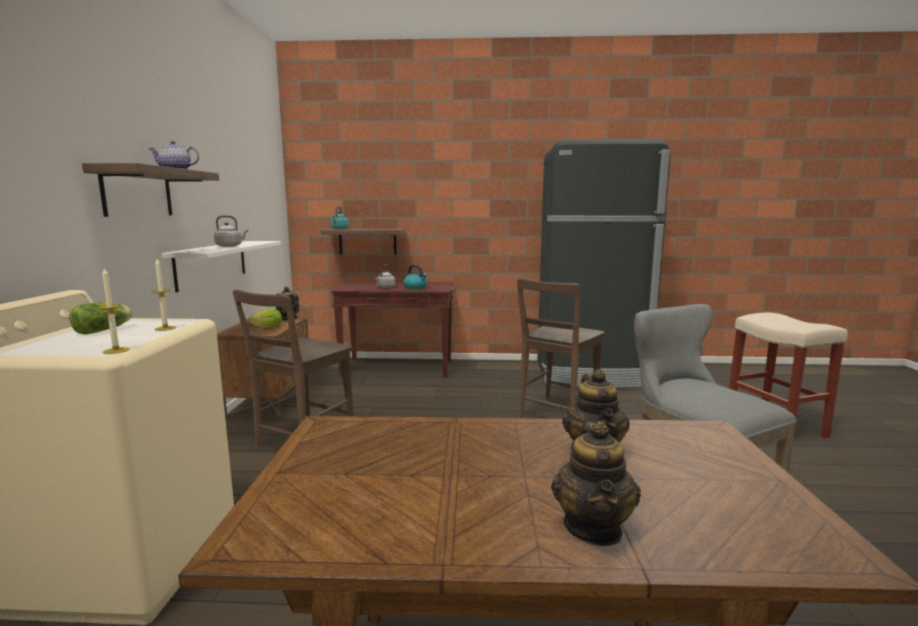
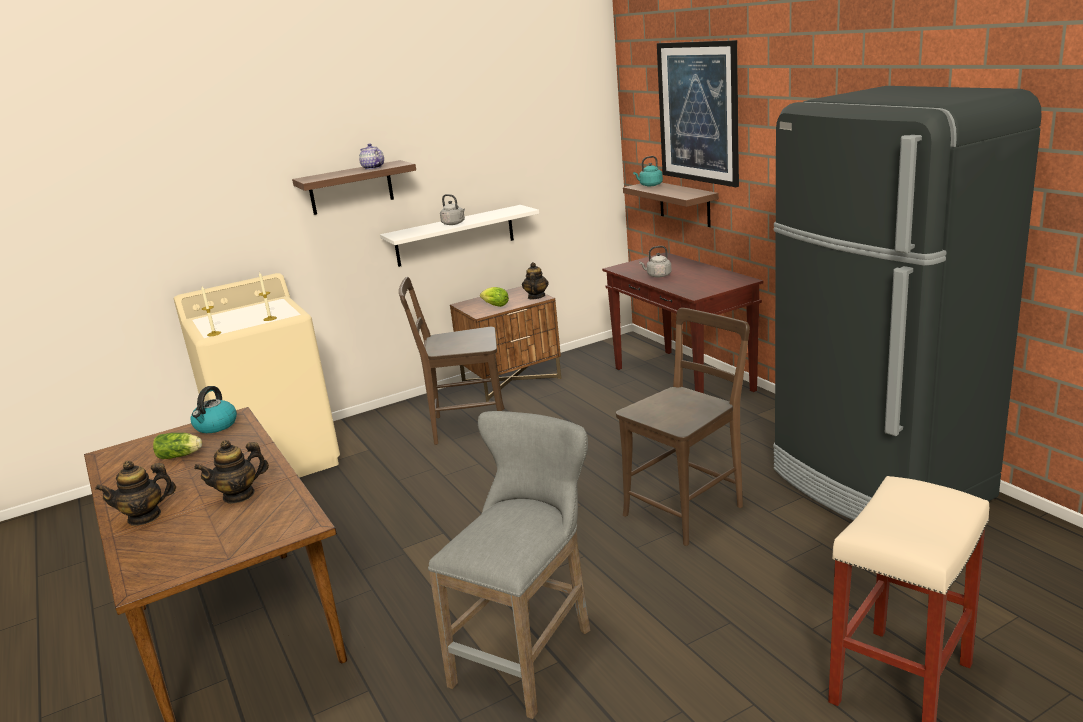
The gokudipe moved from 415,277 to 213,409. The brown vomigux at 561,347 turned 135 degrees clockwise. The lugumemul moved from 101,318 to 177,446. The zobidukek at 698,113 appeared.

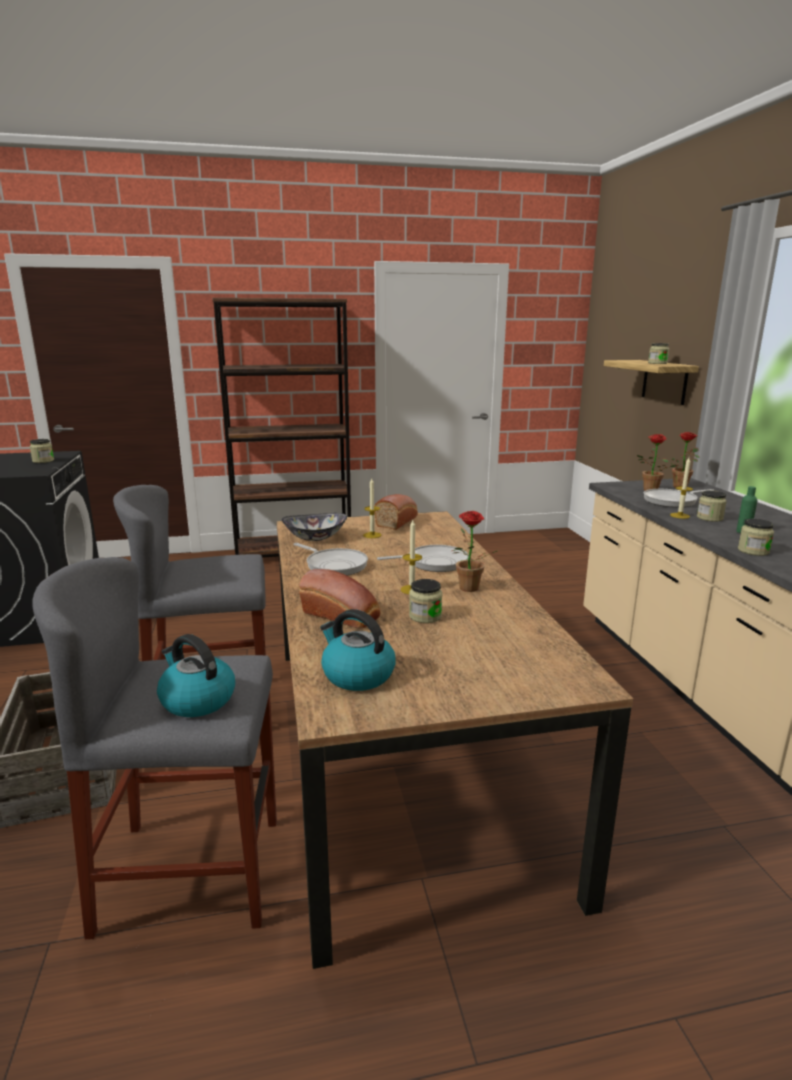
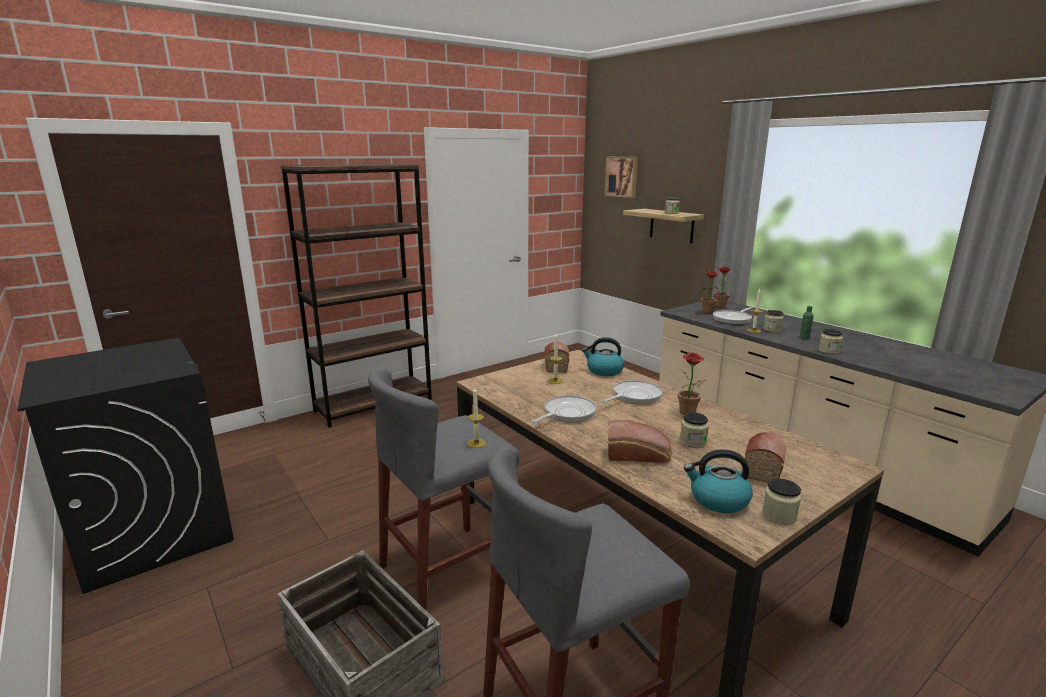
The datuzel moved from 41,451 to 781,501. The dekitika at 314,527 disappeared. The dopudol moved from 411,557 to 476,417. The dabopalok at 330,559 turned 60 degrees counterclockwise. The gokudipe moved from 196,675 to 603,356. The zobidukek at 621,177 appeared. The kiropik at 765,457 appeared.

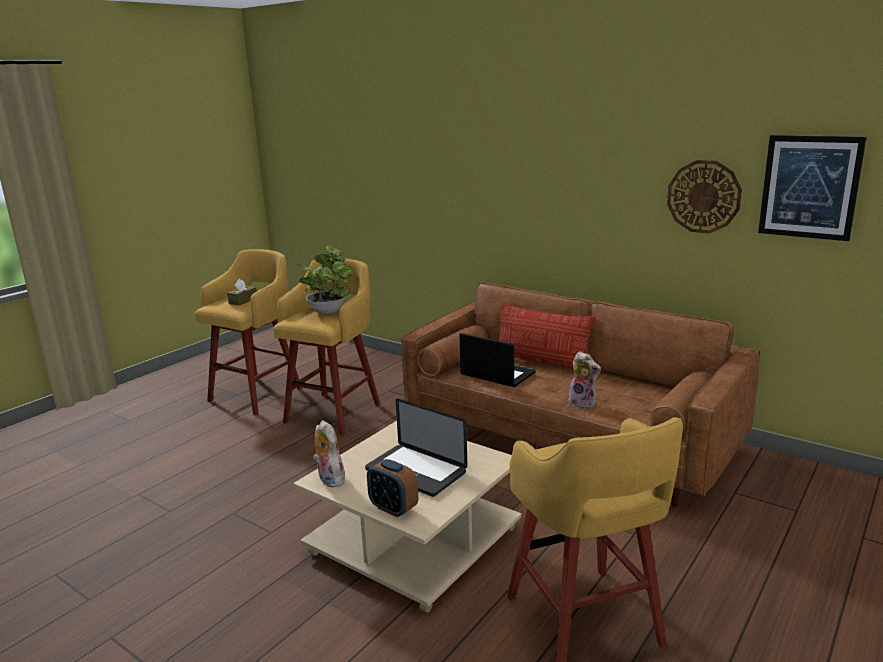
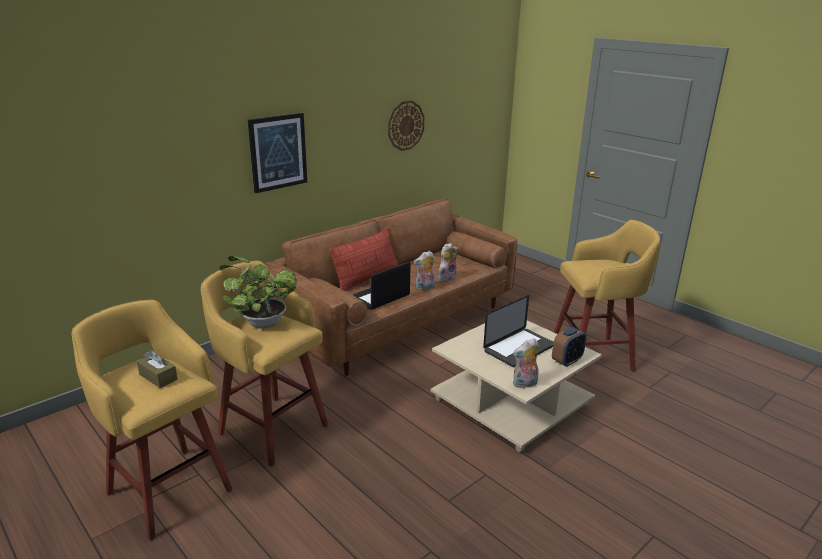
The zobidukek moved from 812,188 to 277,153. The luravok at 424,271 appeared.

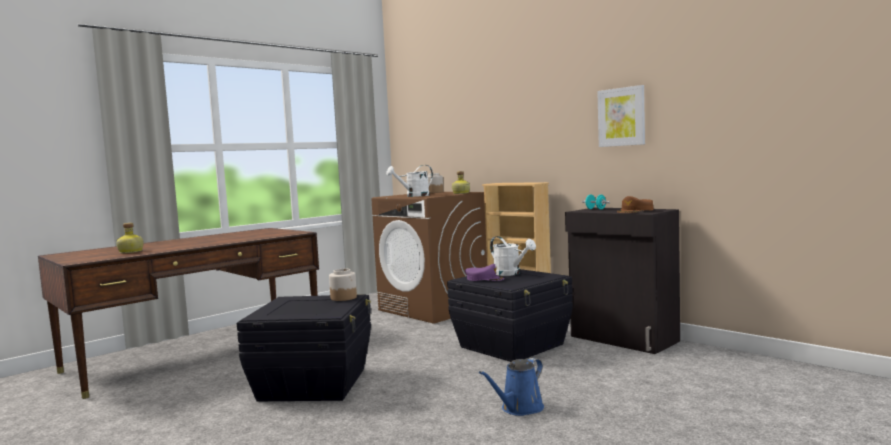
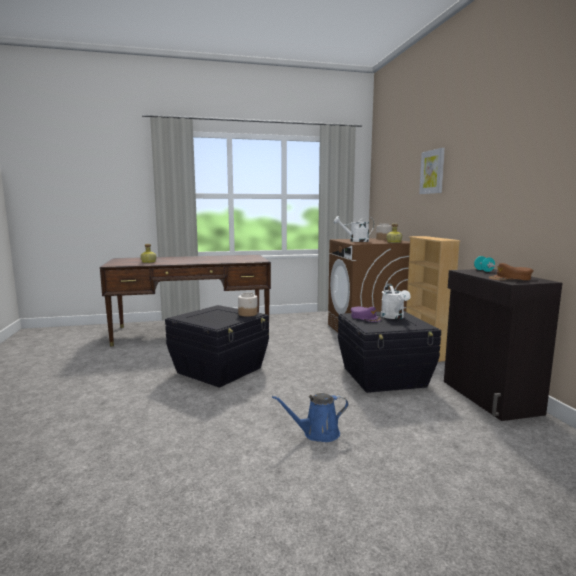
The zobidukek moved from 621,116 to 432,171.

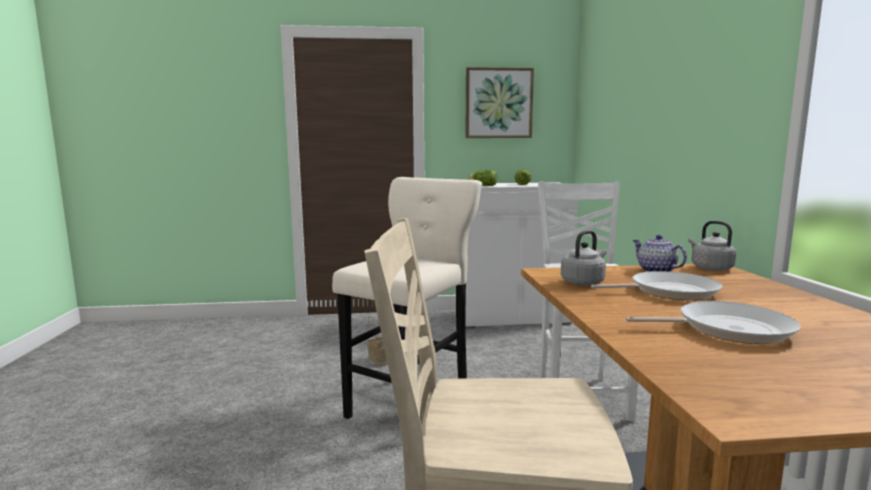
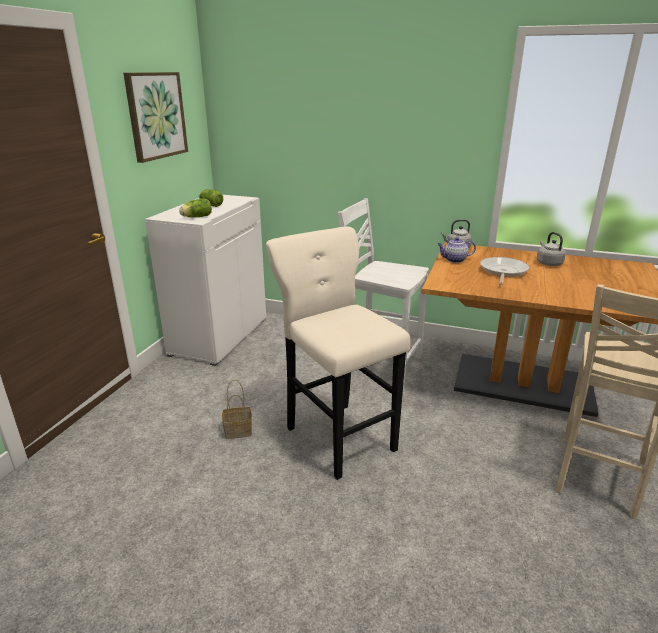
The grey gokudipe moved from 584,258 to 551,249. The dabopalok at 713,322 disappeared.

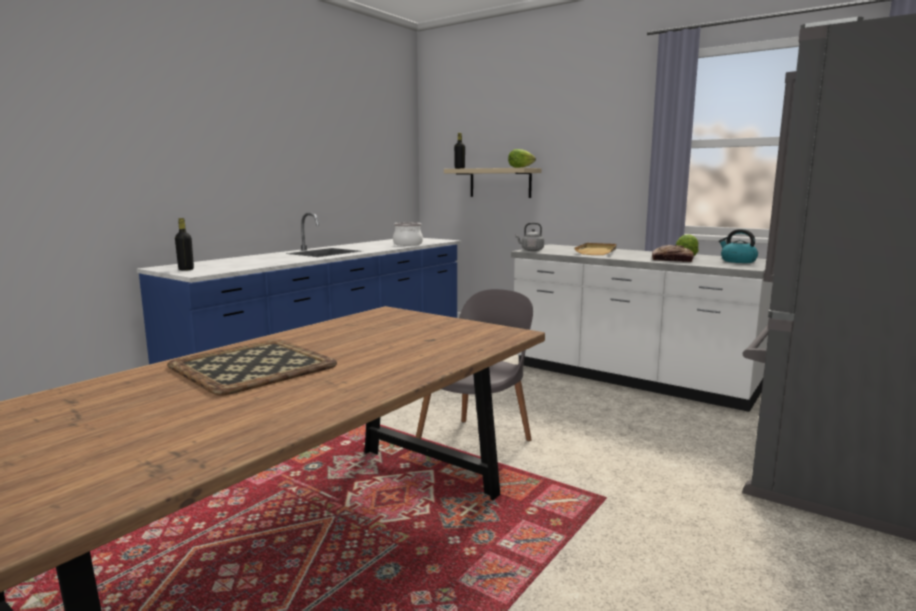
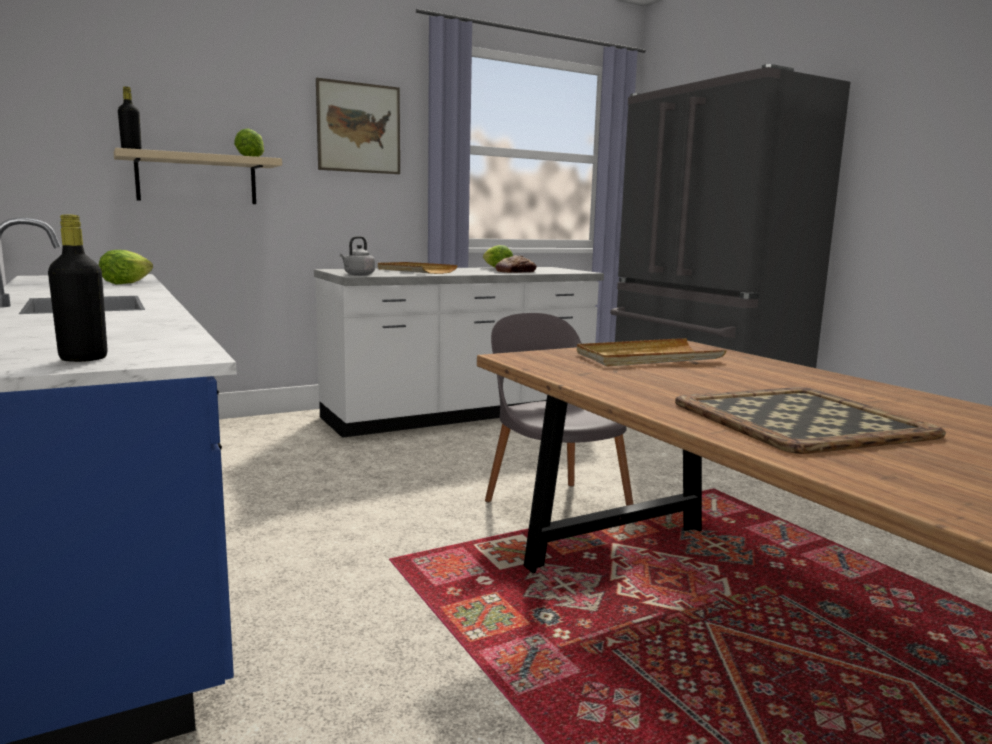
The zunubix at 408,234 was replaced by the lugumemul at 126,267. The gokudipe at 738,246 disappeared. The zobidukek at 358,126 appeared. The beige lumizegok at 652,352 appeared.

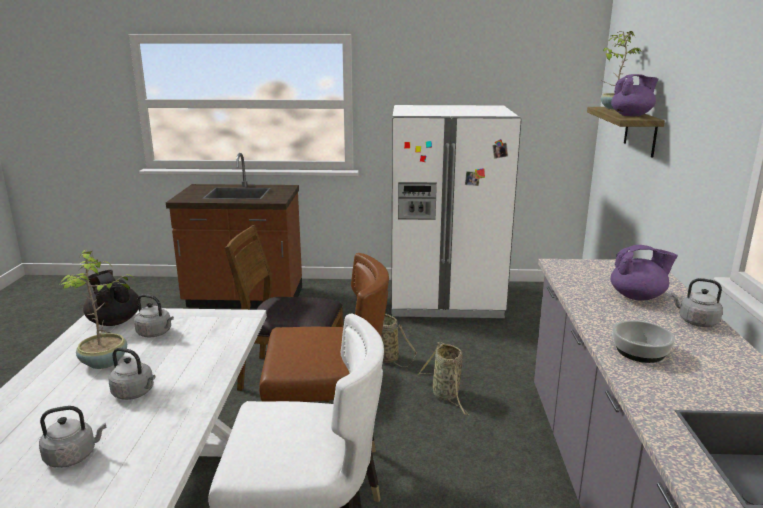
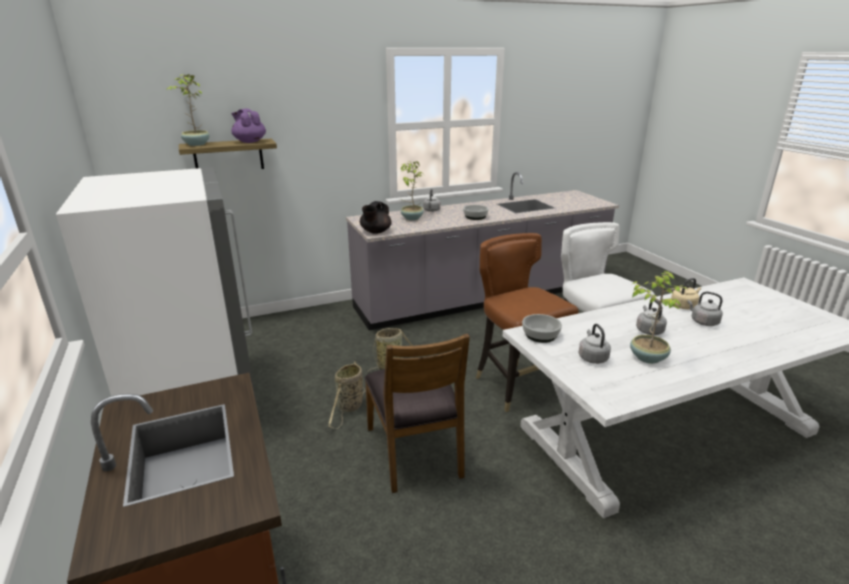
The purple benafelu at 644,272 was replaced by the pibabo at 412,190. The black benafelu moved from 112,298 to 376,217. The beige gokudipe at 686,293 appeared. The dekitika at 542,328 appeared.

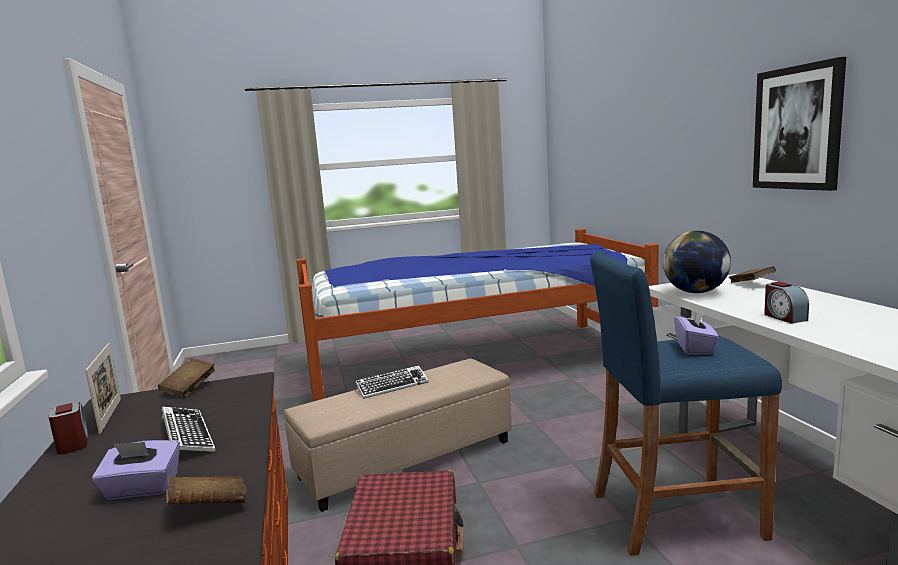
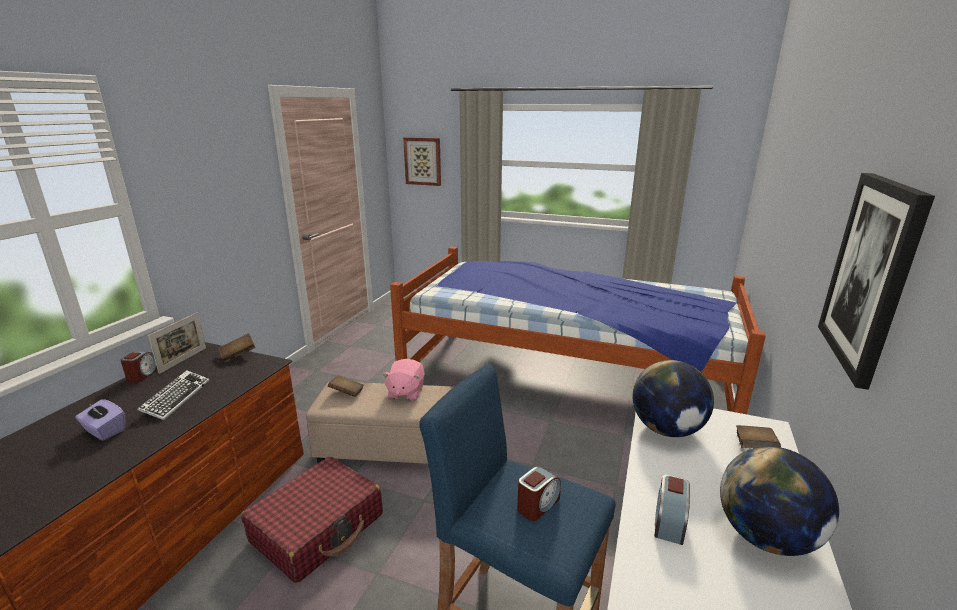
The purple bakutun at 696,332 was replaced by the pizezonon at 539,493. The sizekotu at 392,382 was replaced by the pink luravok at 403,380. The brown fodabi moved from 206,490 to 346,386. The zobidukek at 422,161 appeared. The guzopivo at 779,501 appeared.

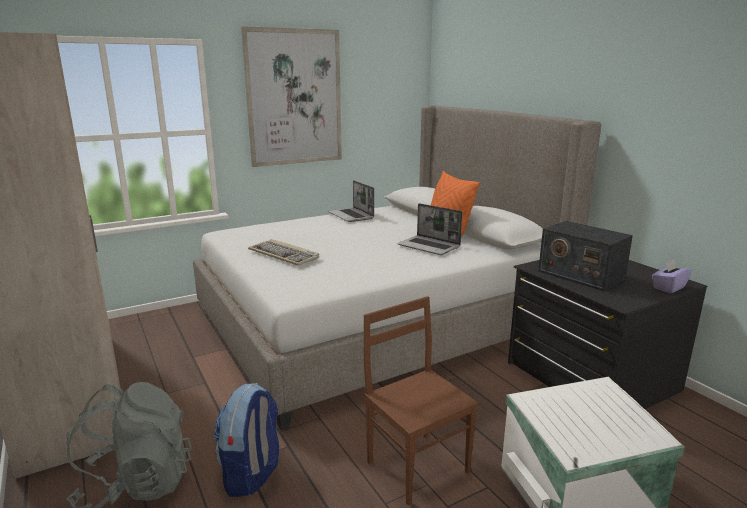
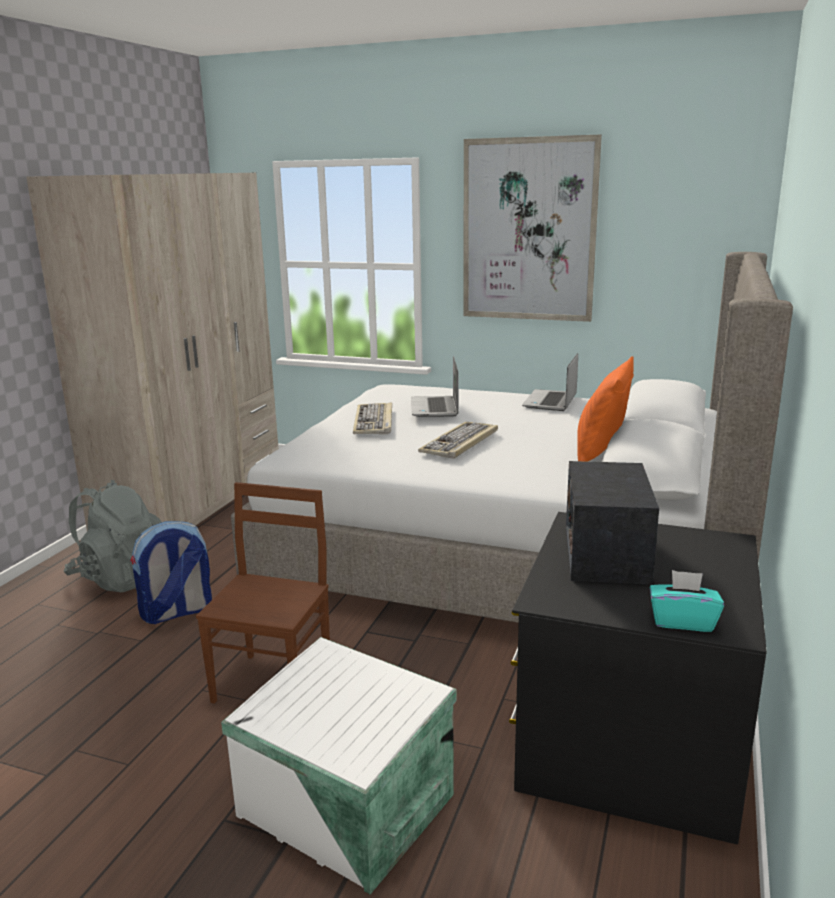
The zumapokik moved from 429,229 to 435,386. The purple bakutun at 672,276 became the turquoise bakutun at 686,601. The sizekotu at 458,440 appeared.

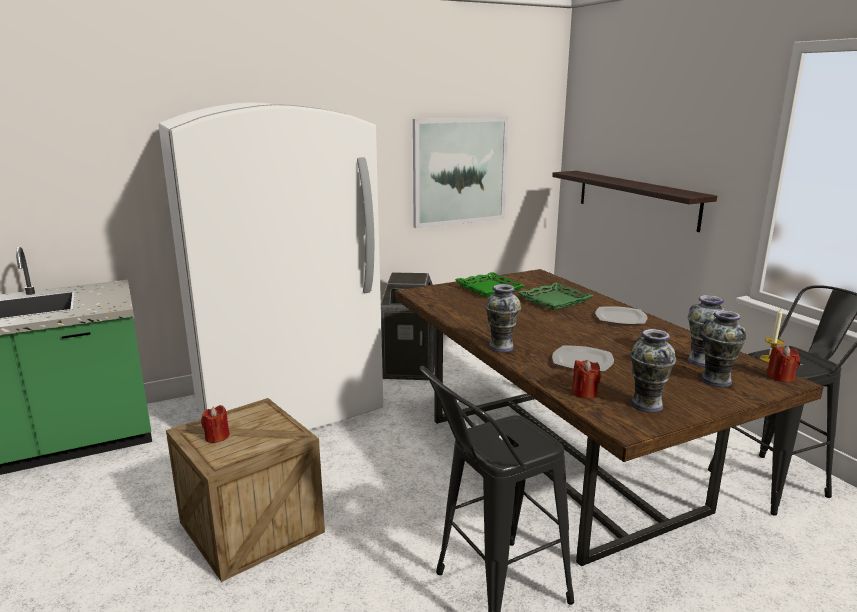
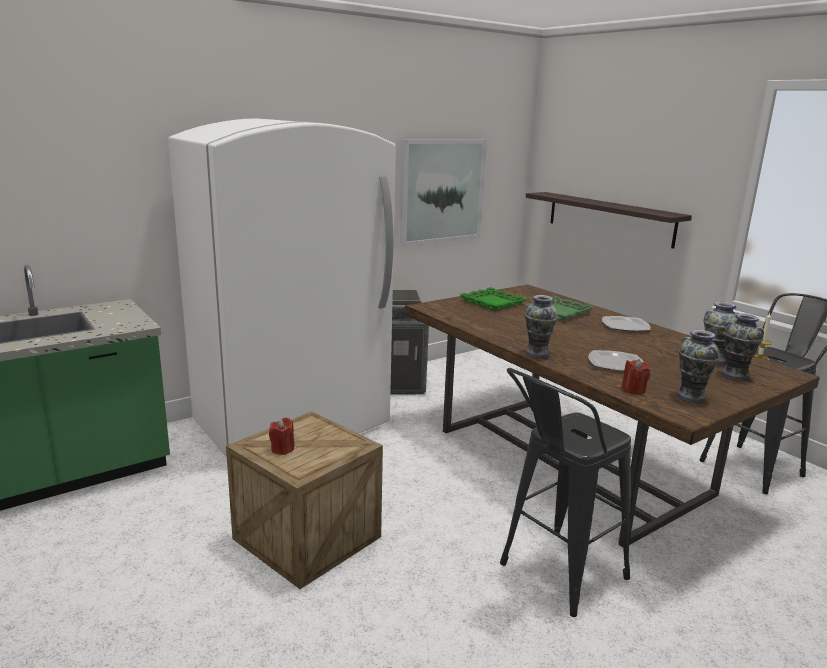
The red dopudol at 783,364 disappeared.

